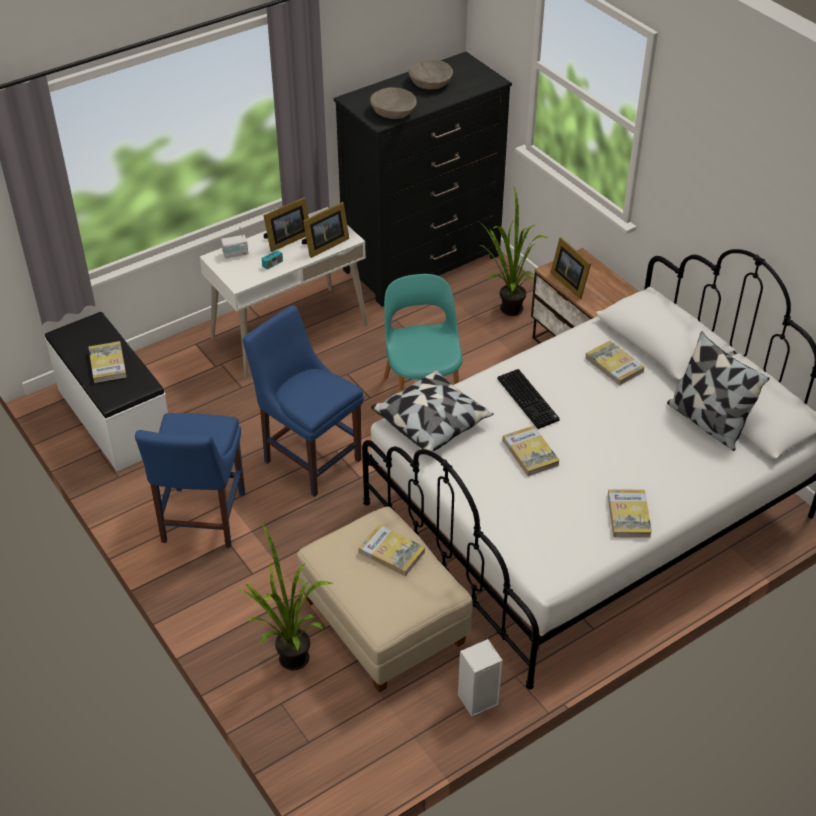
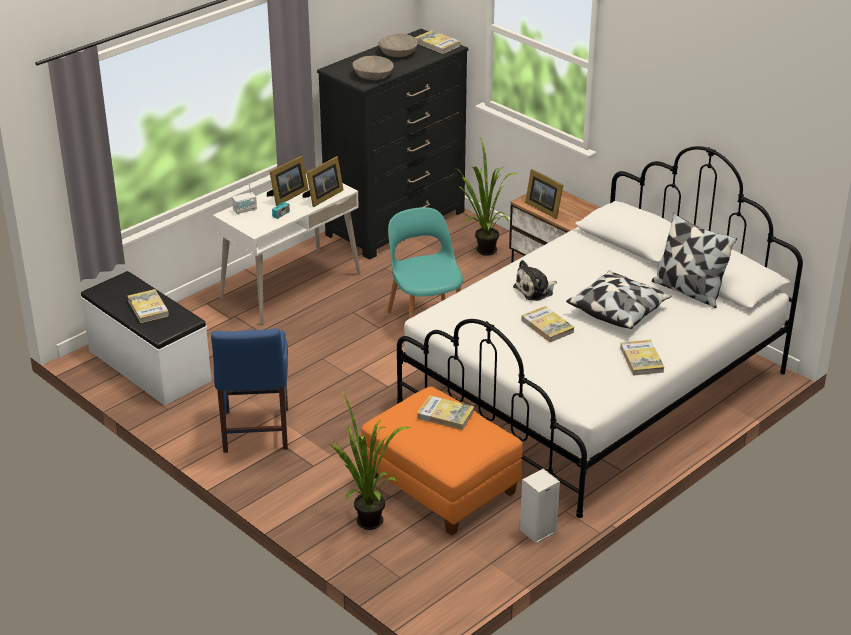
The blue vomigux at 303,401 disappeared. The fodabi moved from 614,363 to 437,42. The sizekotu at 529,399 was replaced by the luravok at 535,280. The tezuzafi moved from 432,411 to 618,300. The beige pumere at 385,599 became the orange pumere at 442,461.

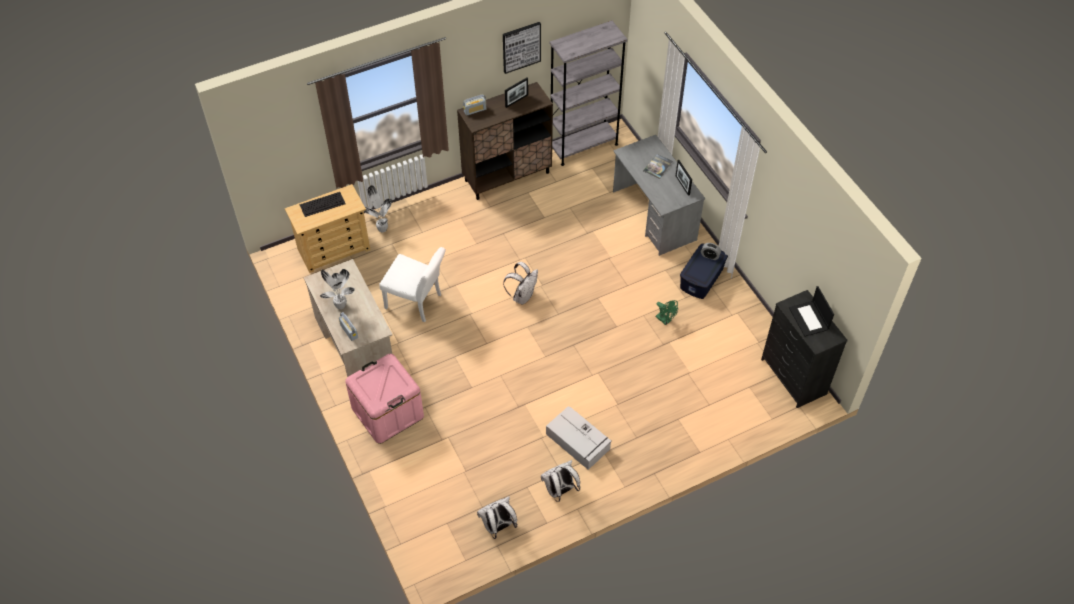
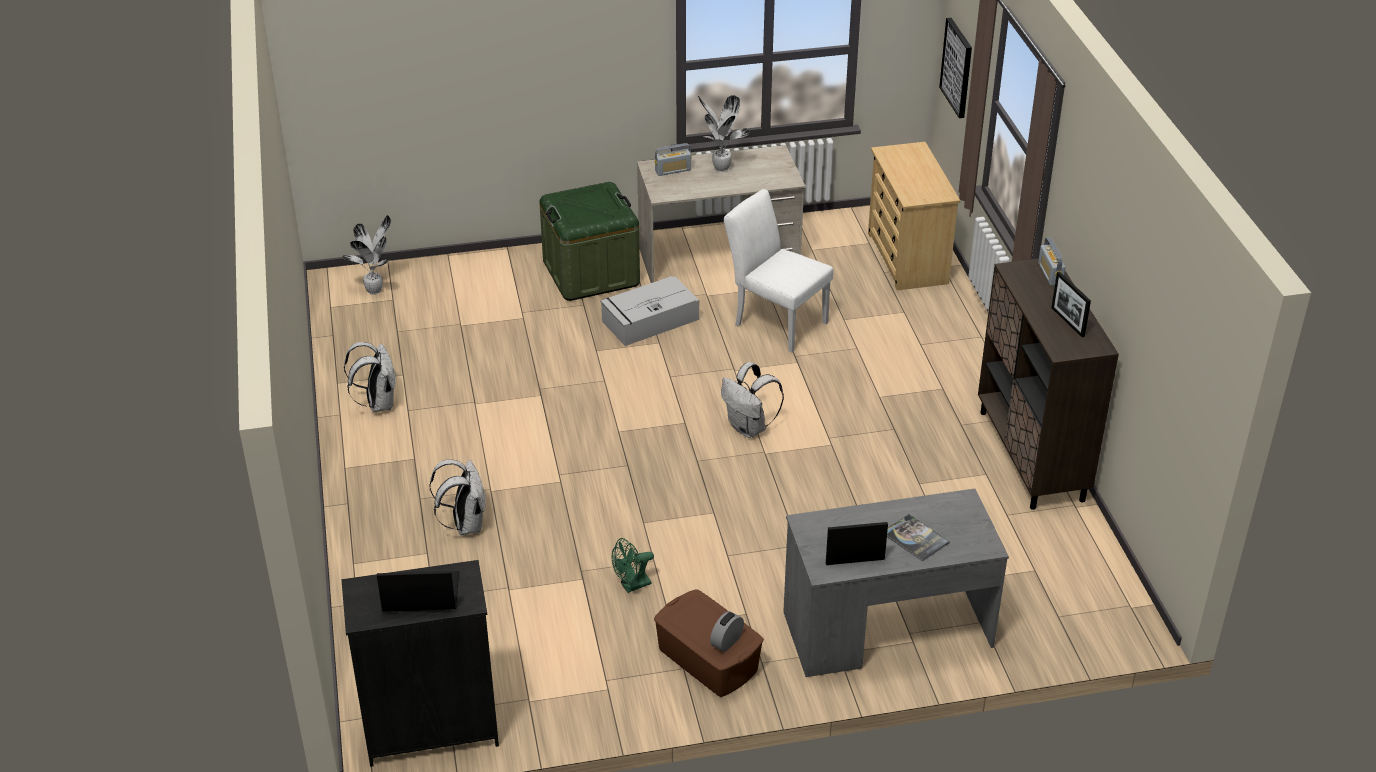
The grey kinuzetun at 588,93 disappeared. The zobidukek moved from 522,48 to 955,68. The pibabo moved from 378,208 to 366,255. The sizekotu at 322,204 disappeared. The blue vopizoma at 704,271 became the brown vopizoma at 709,643. The white vomigux at 412,284 turned 90 degrees clockwise. The pink vopizoma at 384,399 became the green vopizoma at 590,241. The grey vopizoma moved from 578,438 to 649,311. The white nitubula moved from 497,517 to 457,497.

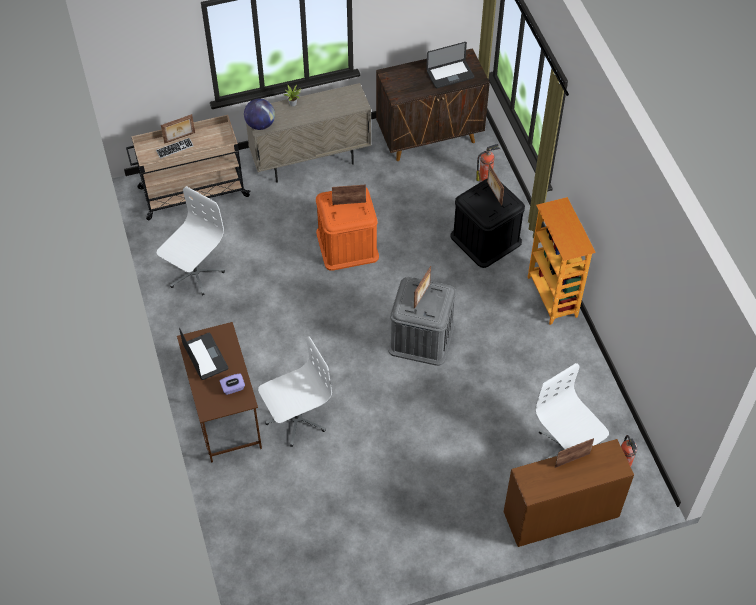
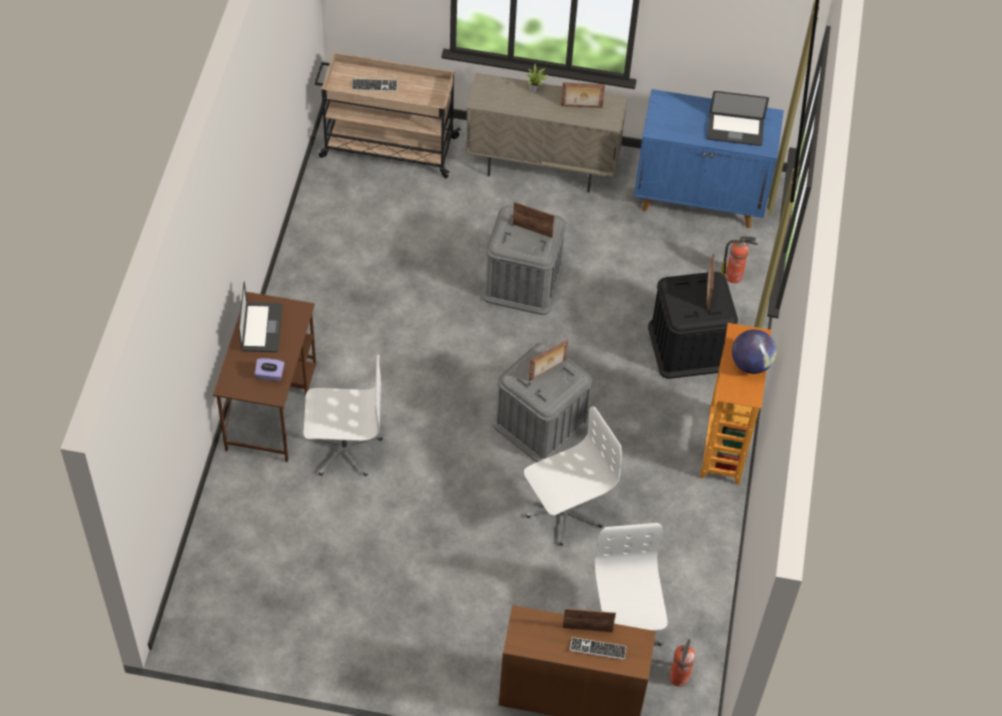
The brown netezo at 433,104 became the blue netezo at 709,158. The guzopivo moved from 259,114 to 754,351. The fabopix moved from 178,128 to 583,95. The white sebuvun moved from 191,240 to 573,476. The orange vopizoma at 347,229 became the grey vopizoma at 524,260. The sizekotu at 598,648 appeared.

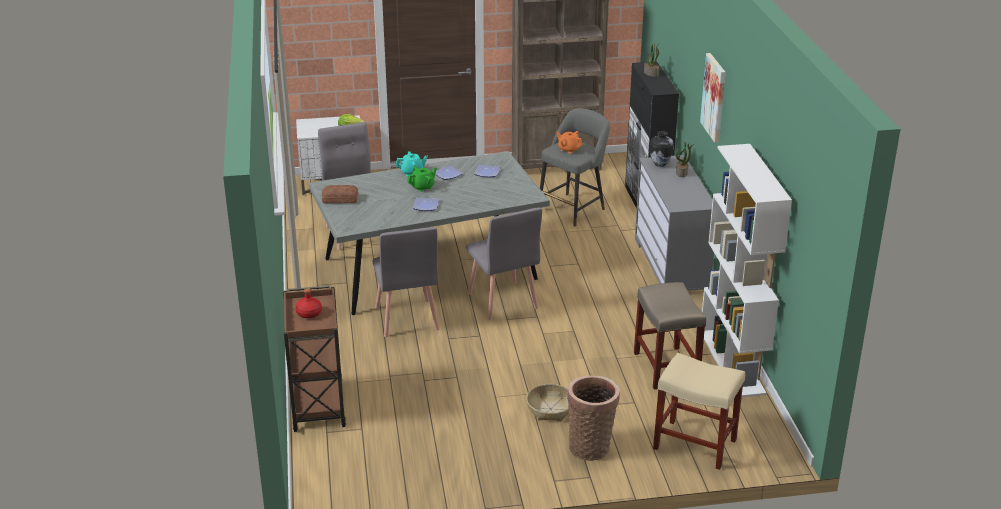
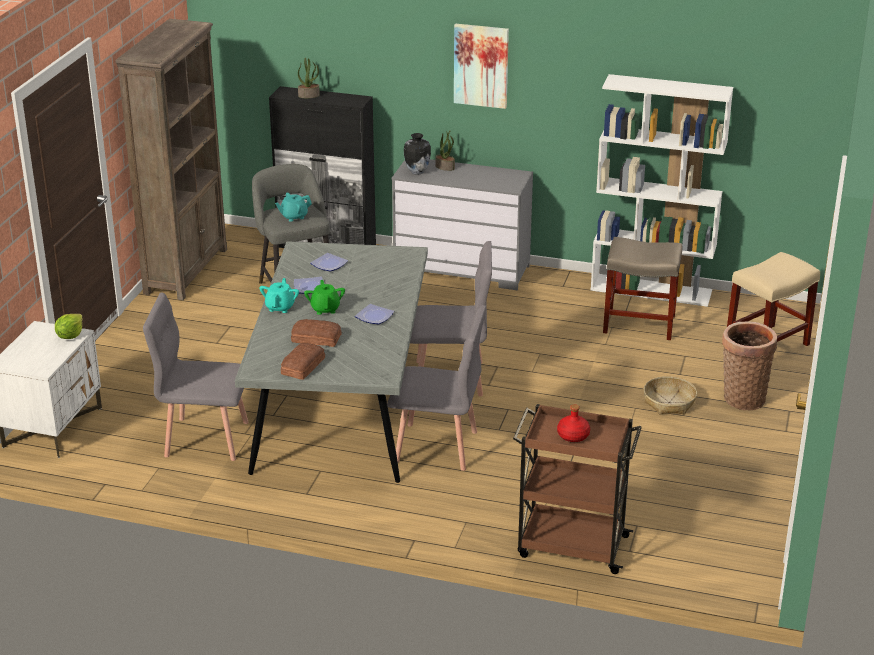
The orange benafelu at 569,142 became the turquoise benafelu at 293,207. The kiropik at 316,333 appeared.

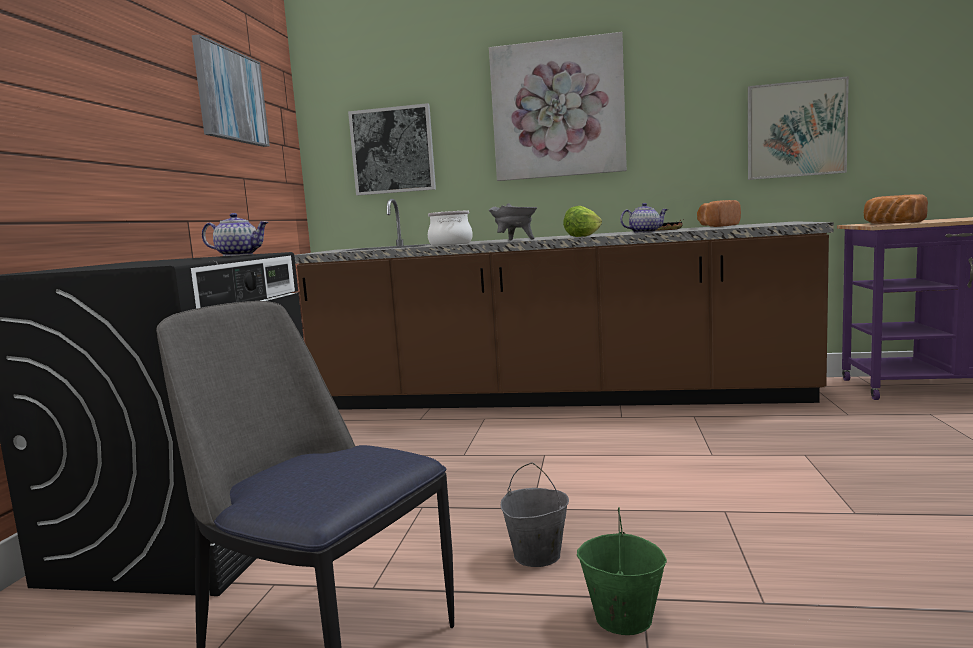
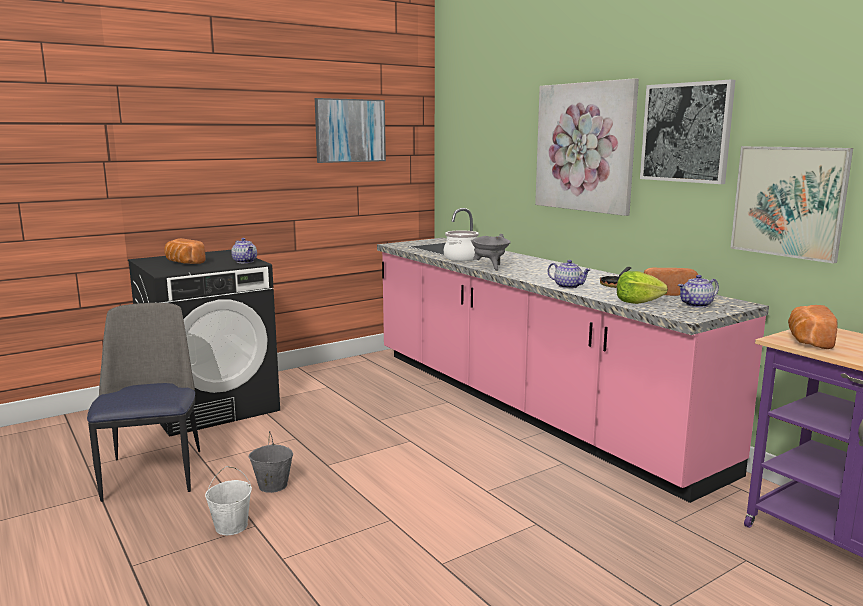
The zobidukek moved from 392,149 to 688,132. The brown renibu at 564,304 became the pink renibu at 573,355. The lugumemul moved from 582,221 to 642,287. The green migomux at 622,571 became the white migomux at 228,500. The kiropik at 184,251 appeared. The benafelu at 698,291 appeared.

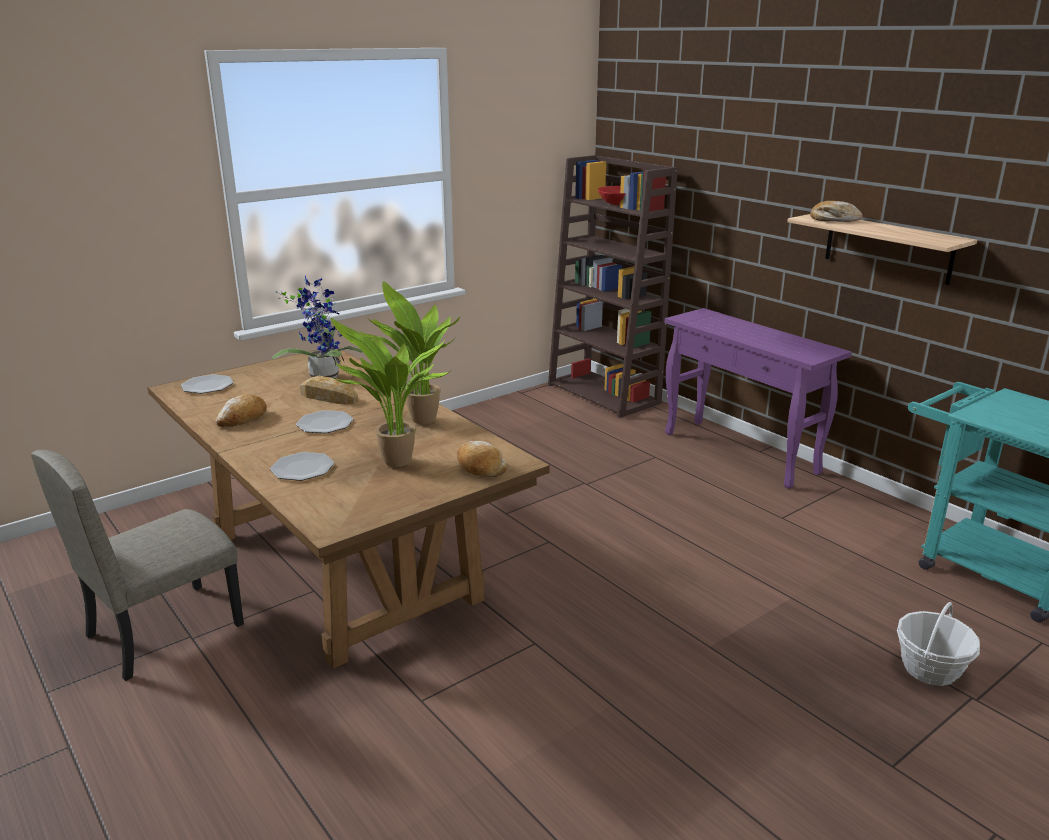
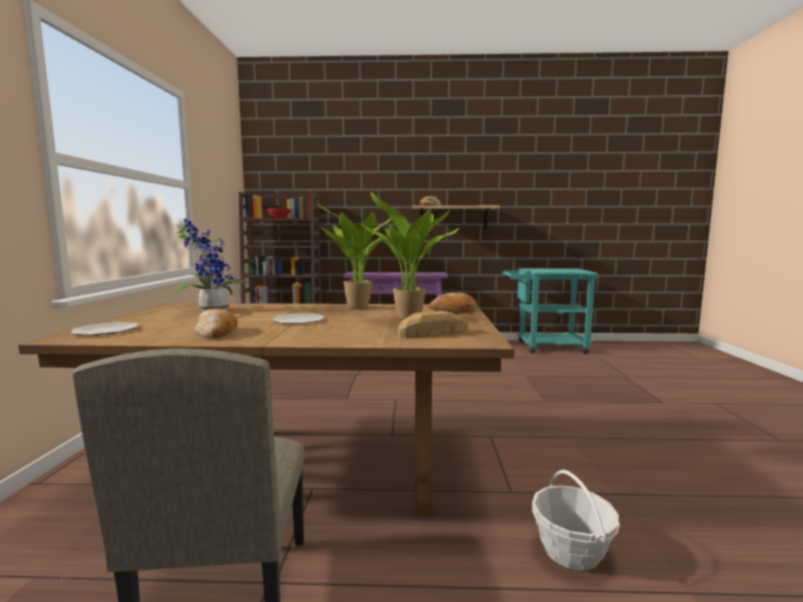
The kiropik moved from 329,390 to 433,324. The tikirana at 302,466 disappeared. The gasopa moved from 938,644 to 576,520.

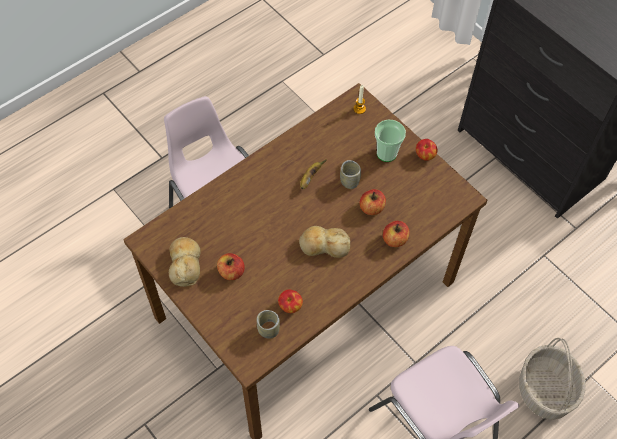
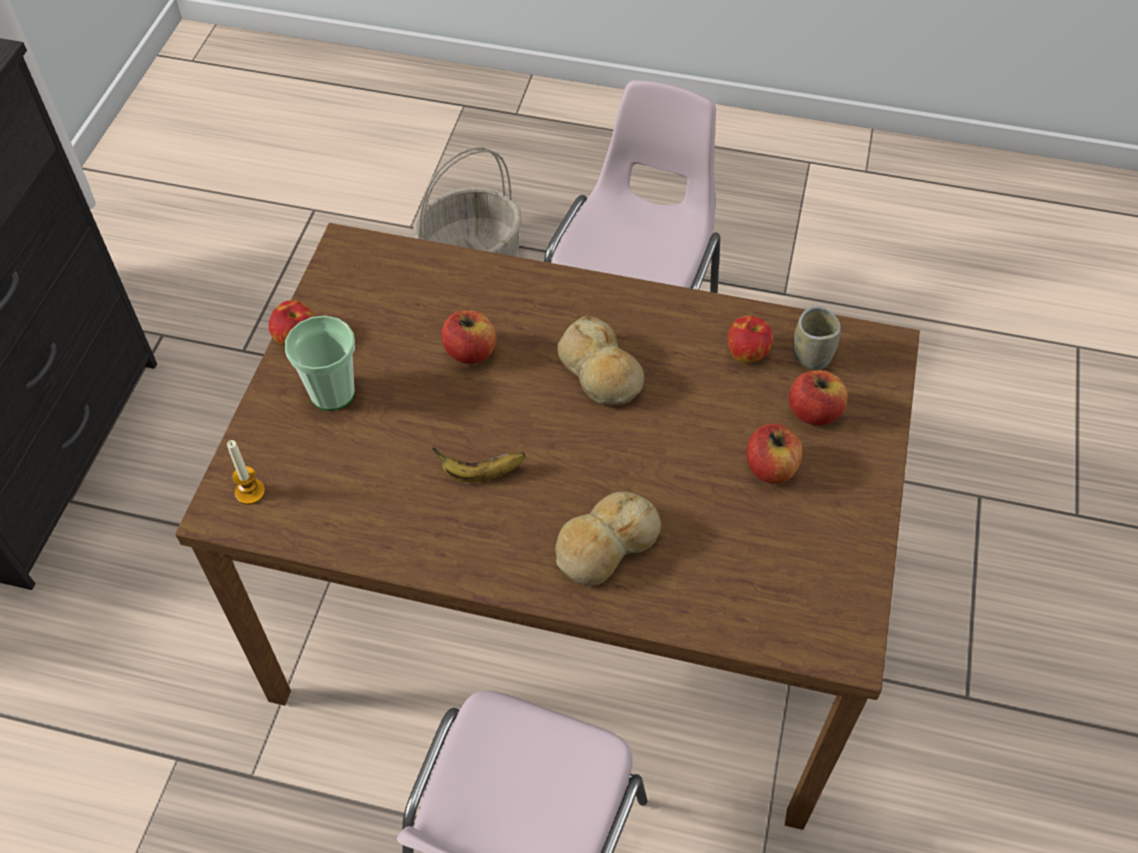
The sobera at 350,174 disappeared. The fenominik moved from 396,234 to 818,397. The kiropik moved from 185,262 to 608,539.

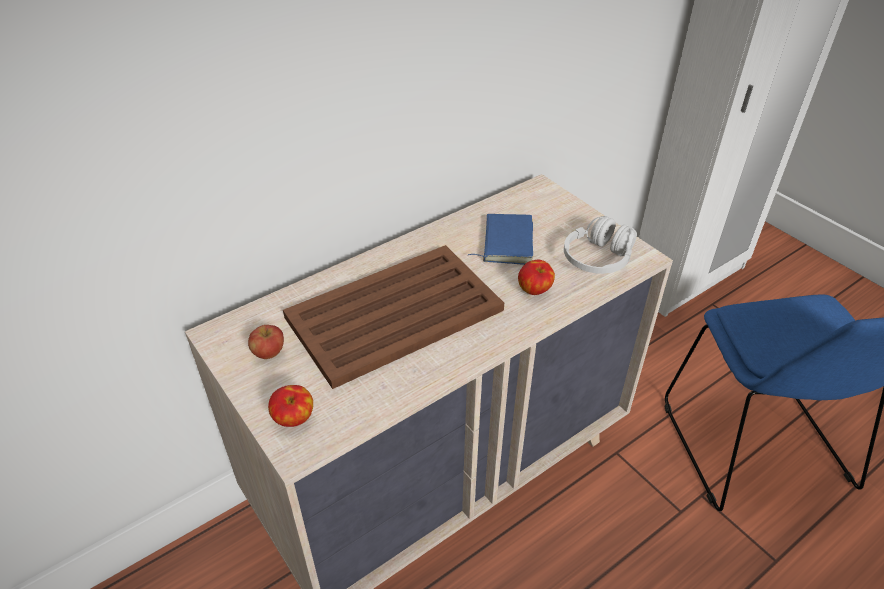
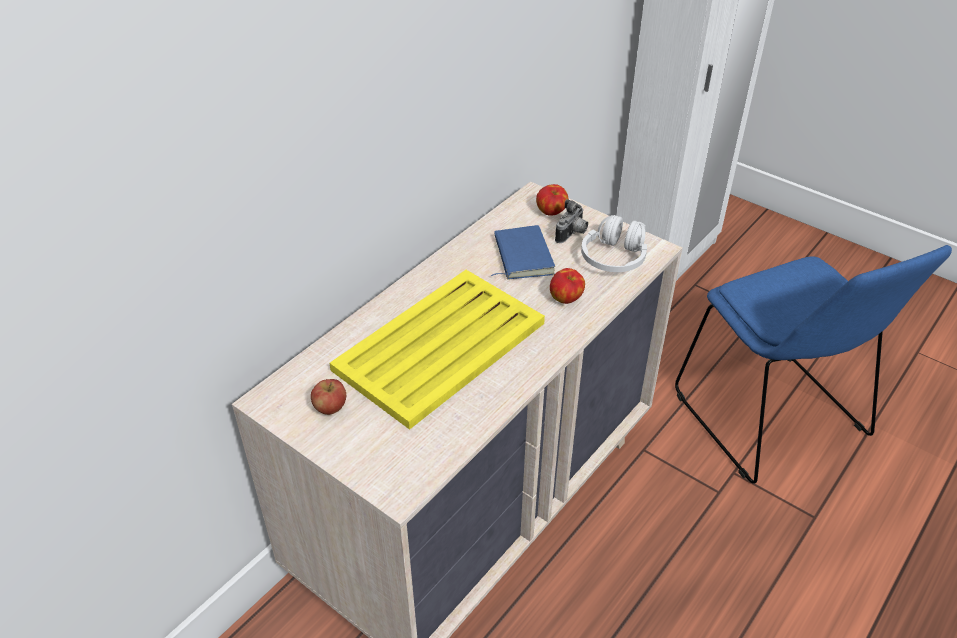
The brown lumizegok at 393,317 became the yellow lumizegok at 437,350. The fenominik moved from 290,406 to 552,199. The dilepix at 571,221 appeared.

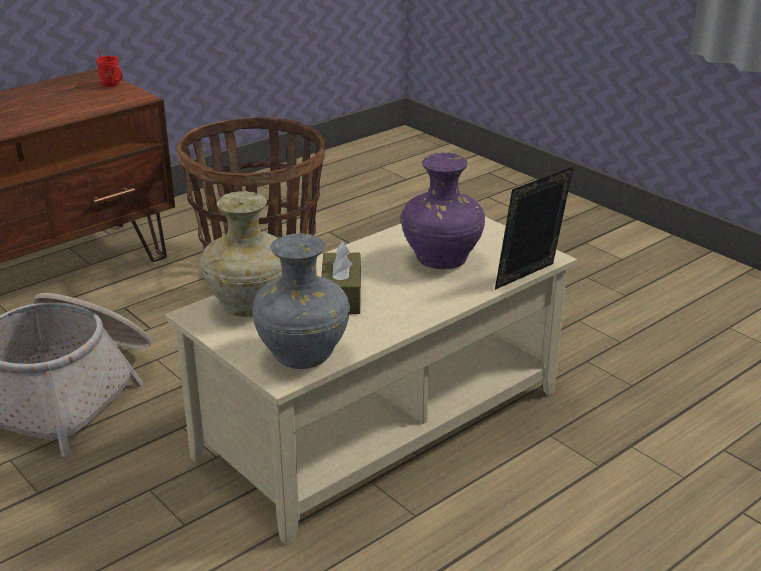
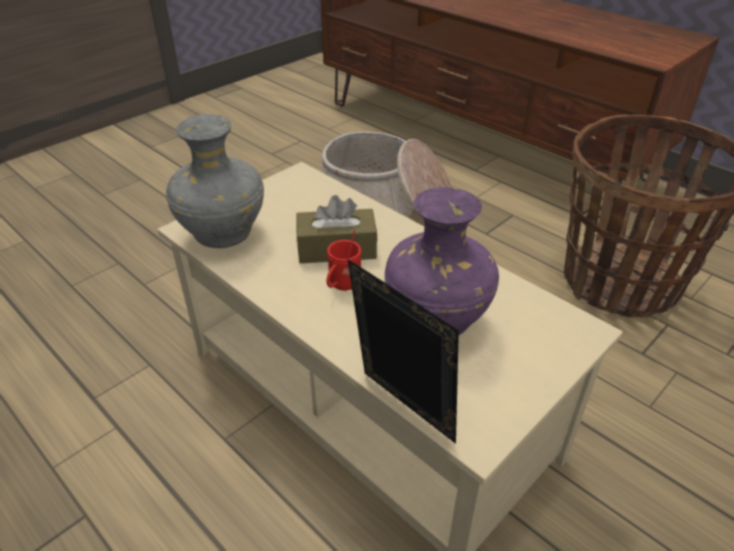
The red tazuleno moved from 109,68 to 343,260. The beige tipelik at 241,254 disappeared.

